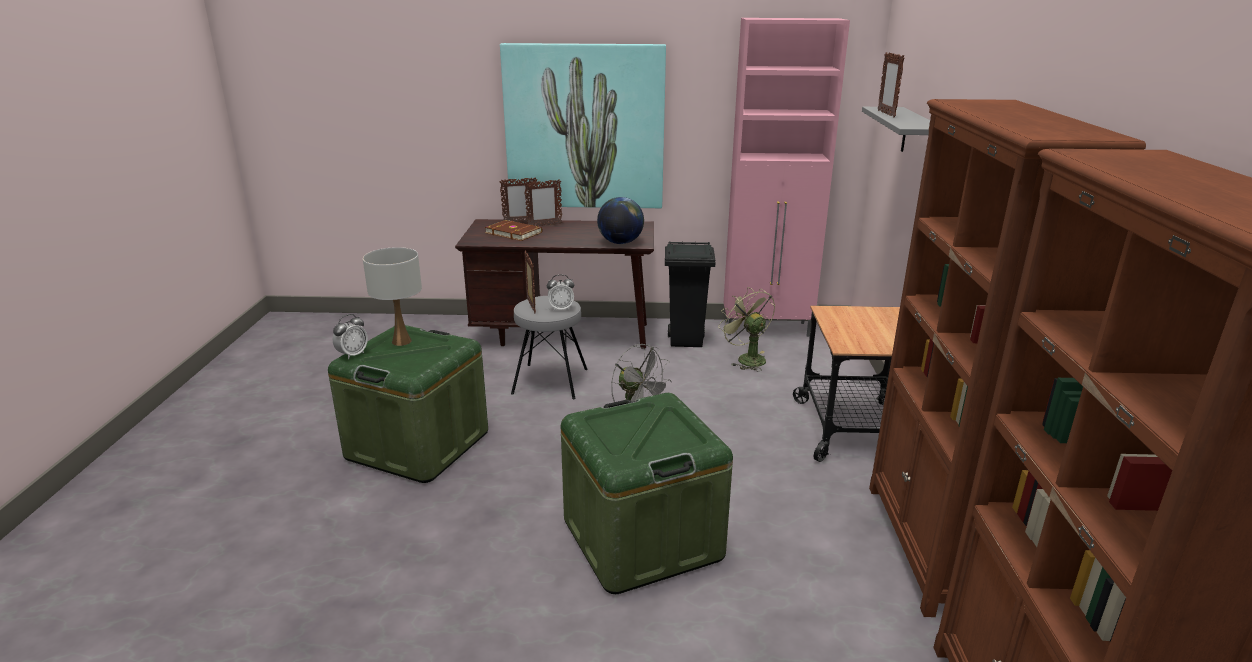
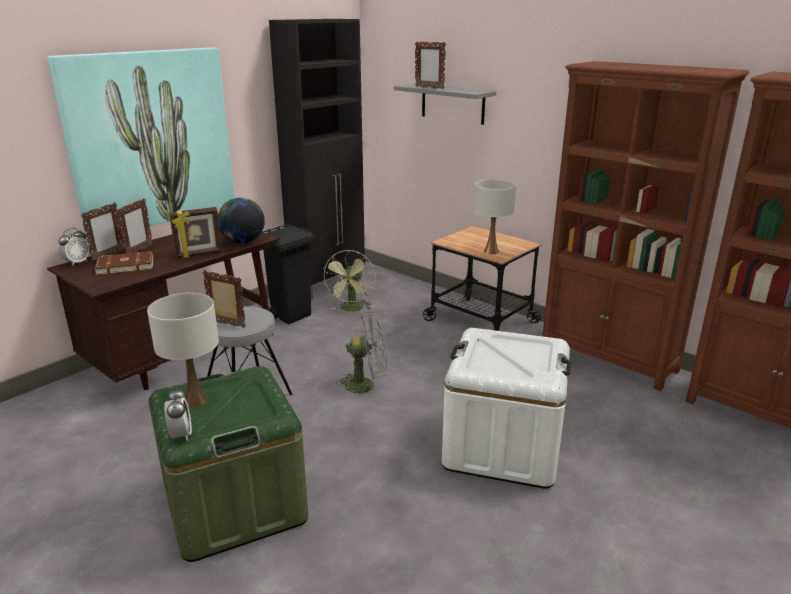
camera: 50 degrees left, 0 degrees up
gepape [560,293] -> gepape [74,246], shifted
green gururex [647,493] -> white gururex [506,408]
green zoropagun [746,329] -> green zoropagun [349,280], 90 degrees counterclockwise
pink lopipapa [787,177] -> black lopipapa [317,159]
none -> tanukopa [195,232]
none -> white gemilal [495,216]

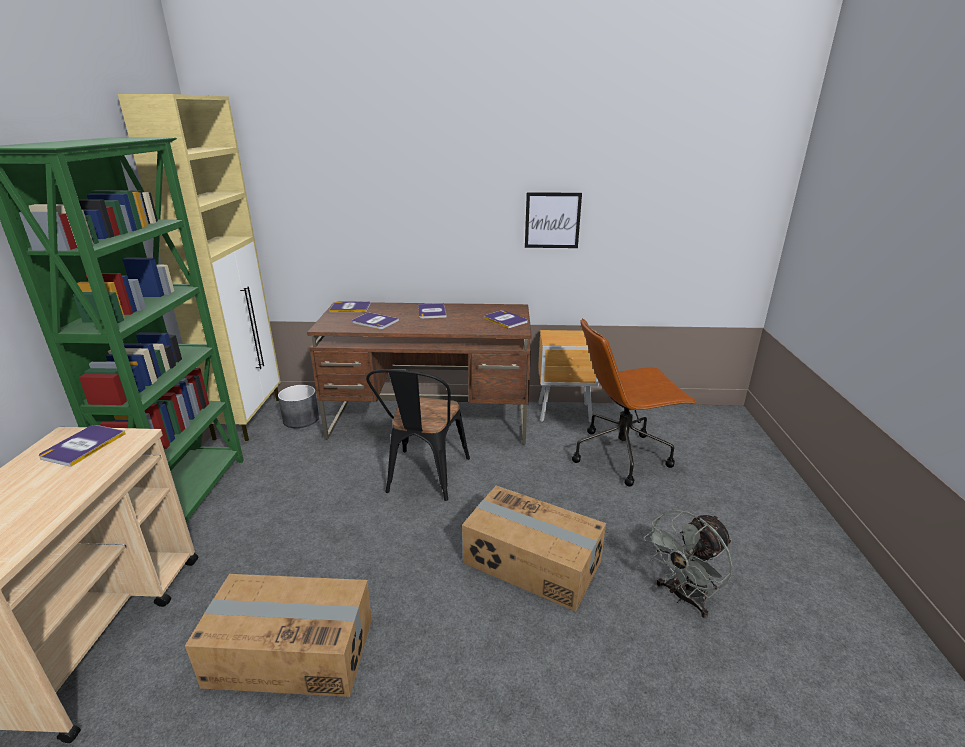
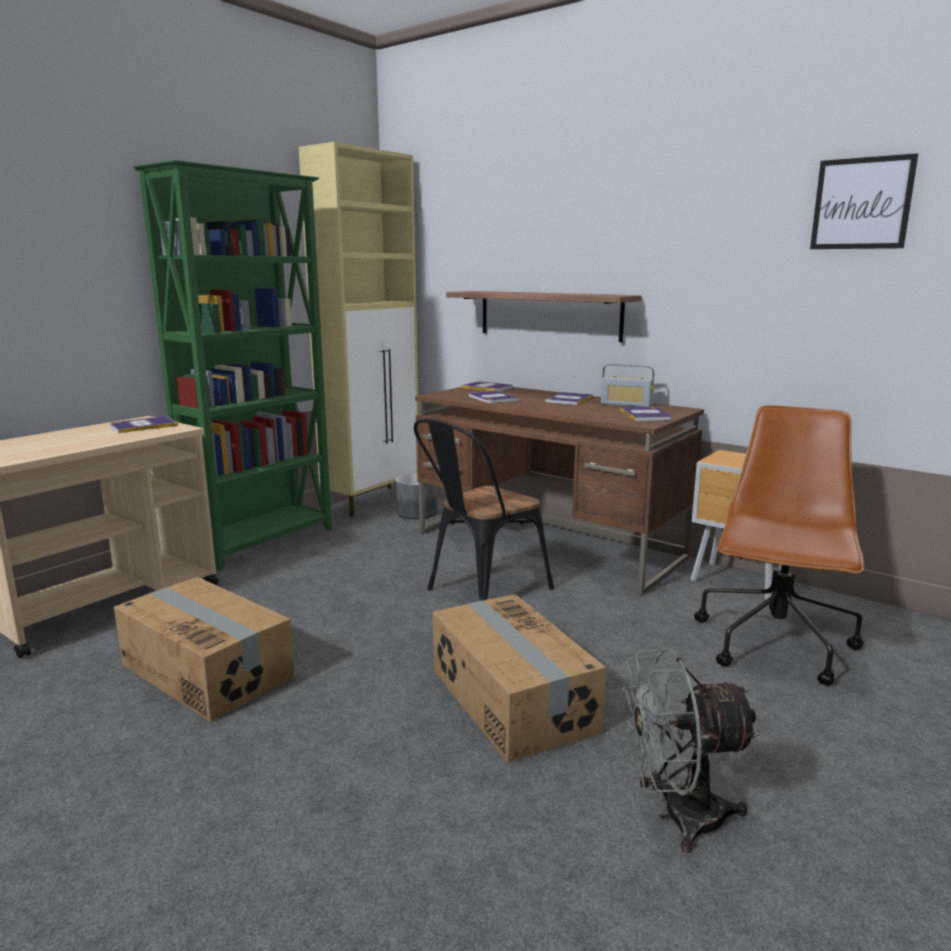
camera: 35 degrees right, 10 degrees down
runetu [553,220] -> runetu [864,201], shifted
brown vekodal [634,402] -> brown vekodal [779,545], 90 degrees clockwise
none -> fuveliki [544,316]
none -> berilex [627,385]

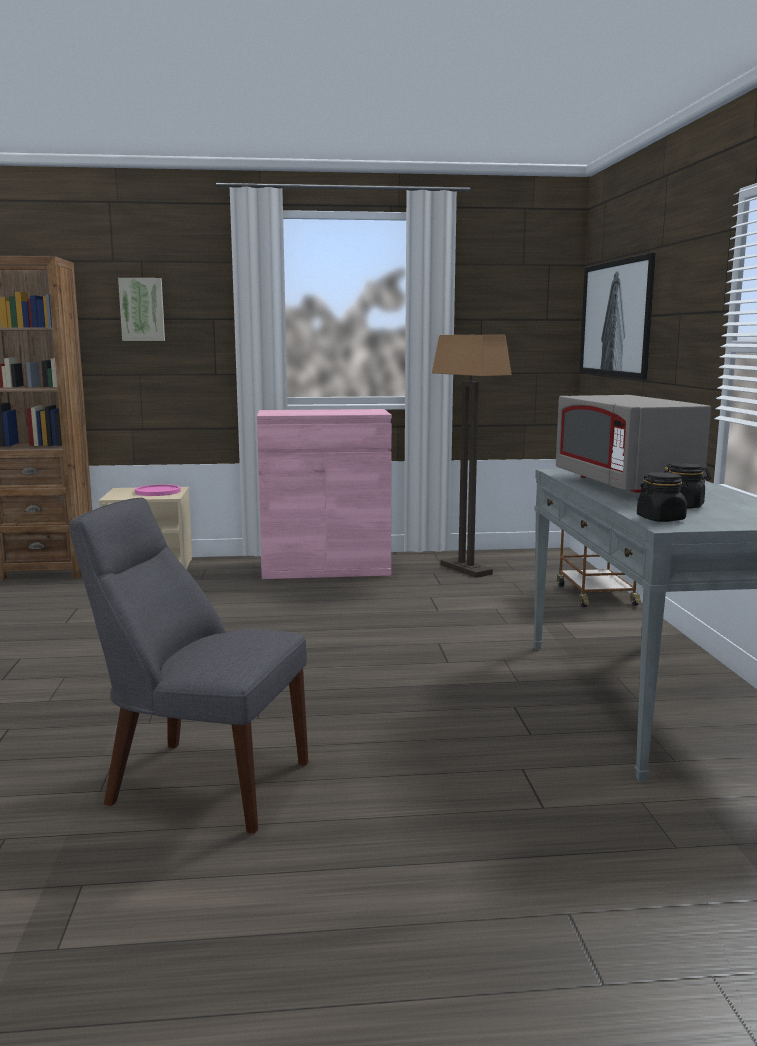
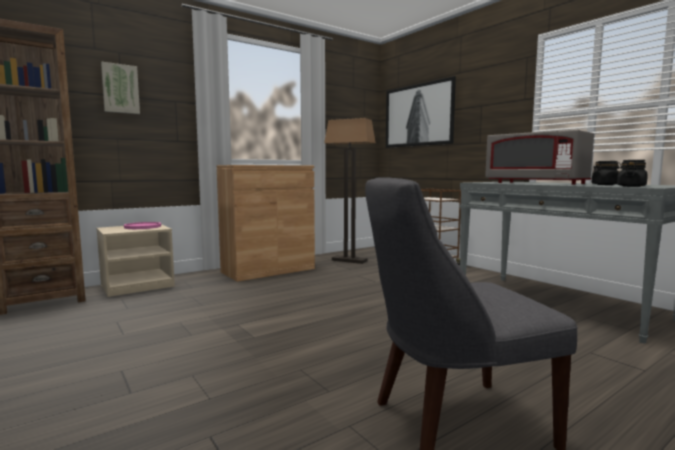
camera: 30 degrees left, 5 degrees down
pink lopipapa [324,494] -> brown lopipapa [266,223]

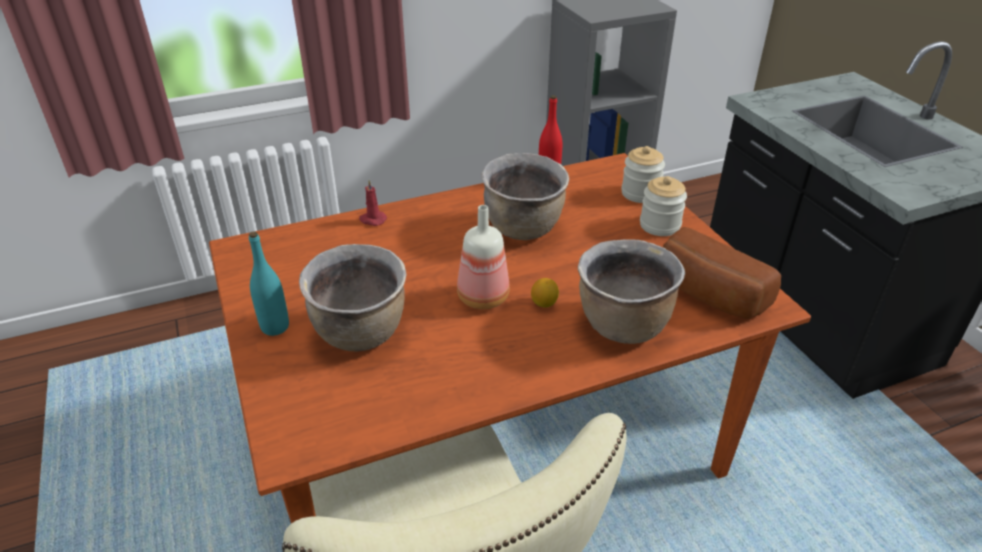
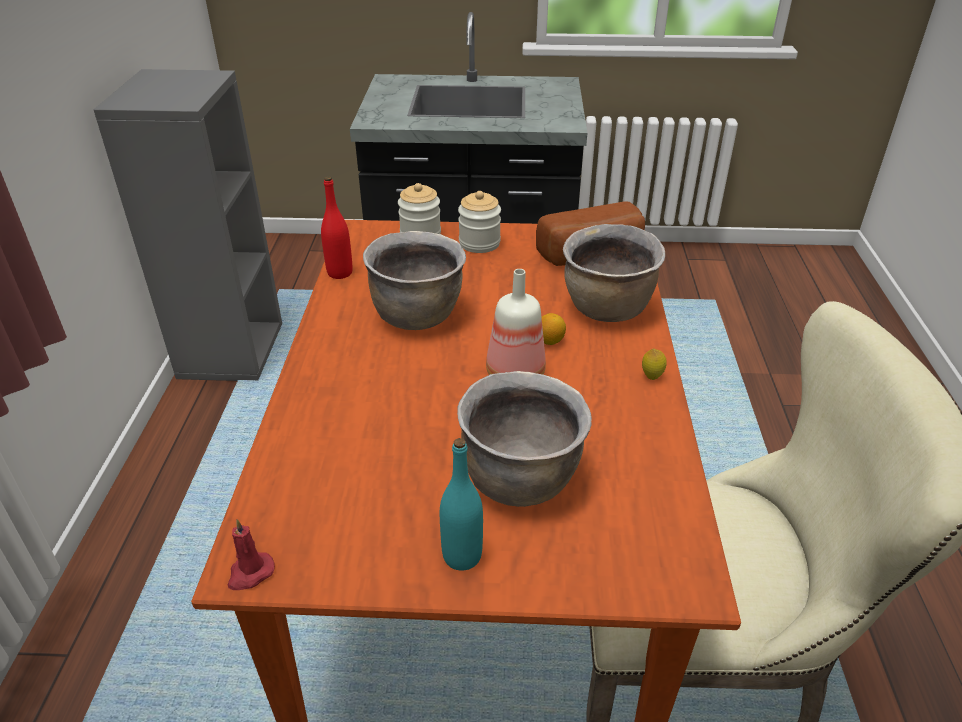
camera: 65 degrees left, 0 degrees up
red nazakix [373,203] -> red nazakix [251,554], shifted
none -> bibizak [654,364]

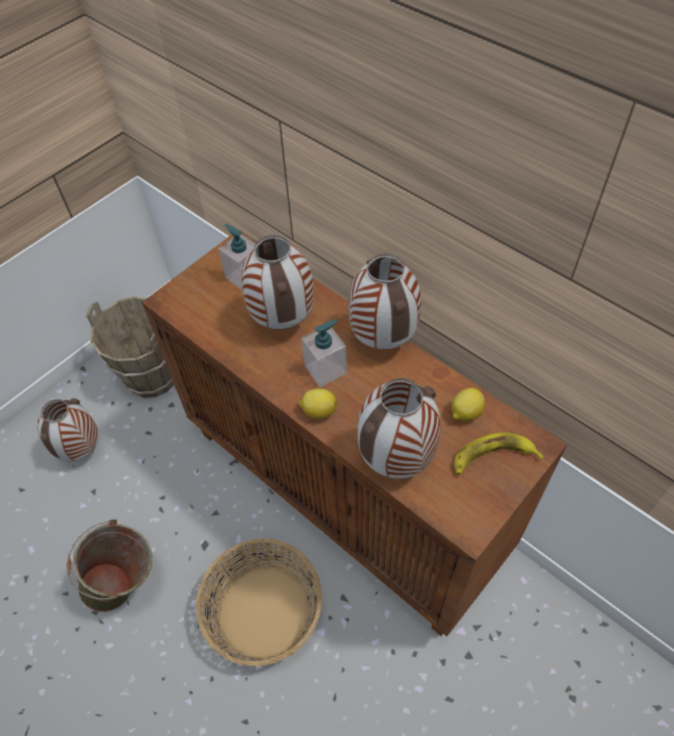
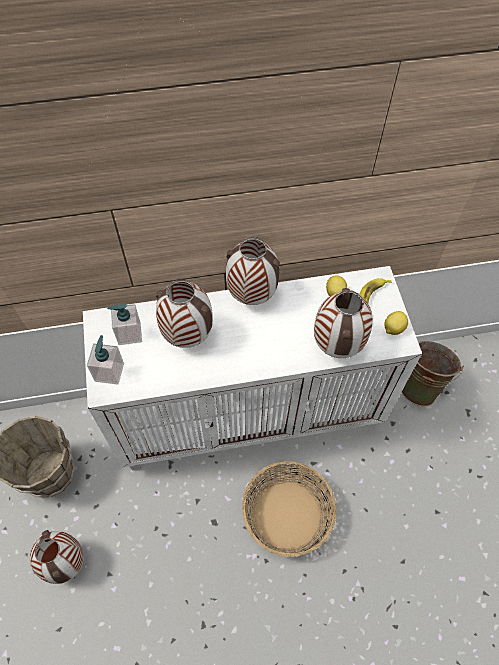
camera: 55 degrees left, 5 degrees up
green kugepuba [110,565] -> green kugepuba [433,373], shifted
brown lopipapa [354,432] -> white lopipapa [252,368]
bibizak [318,403] -> bibizak [396,323], shifted
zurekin [324,353] -> zurekin [105,360], shifted

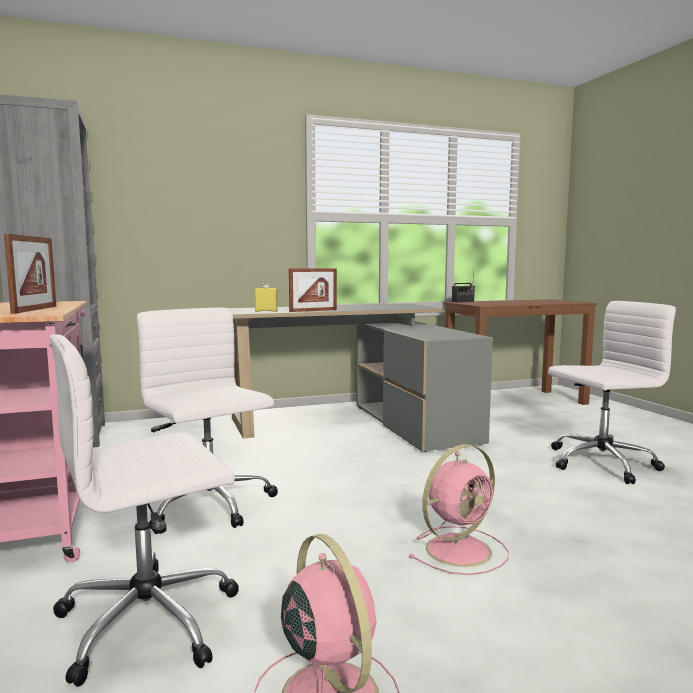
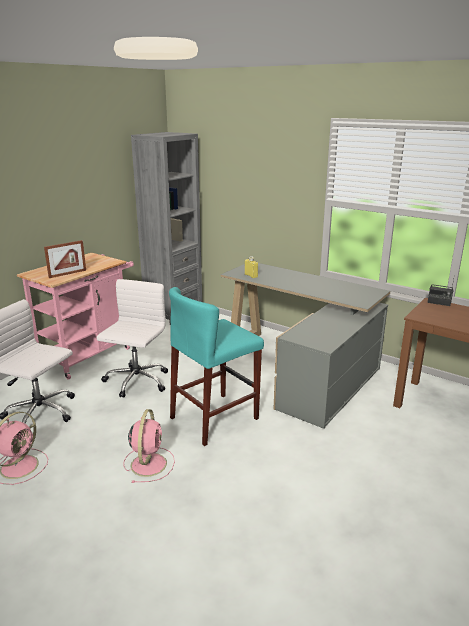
camera: 55 degrees right, 15 degrees up
tanukopa [313,290] -> none
pink zoropagun [459,509] -> pink zoropagun [149,446], 105 degrees counterclockwise
white vekodal [612,392] -> none
none -> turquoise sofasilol [216,366]

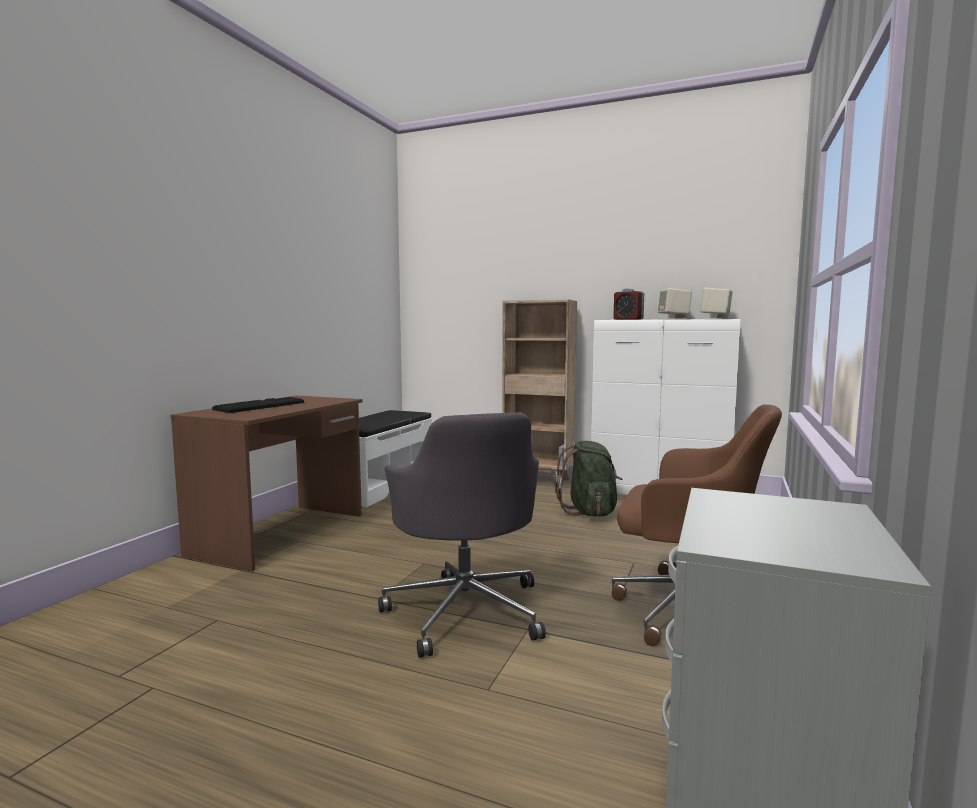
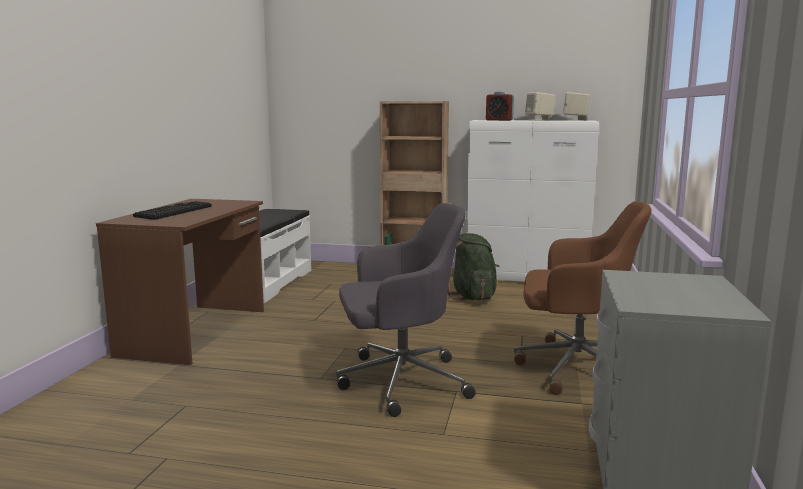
camera: 10 degrees left, 5 degrees up
grey vekodal [462,535] -> grey vekodal [406,310], 75 degrees counterclockwise

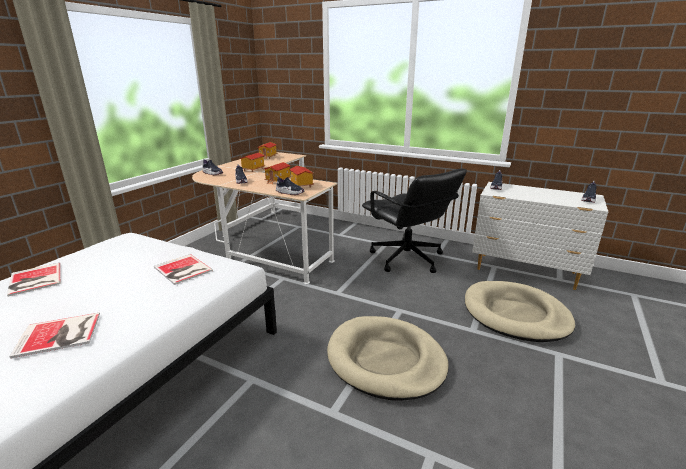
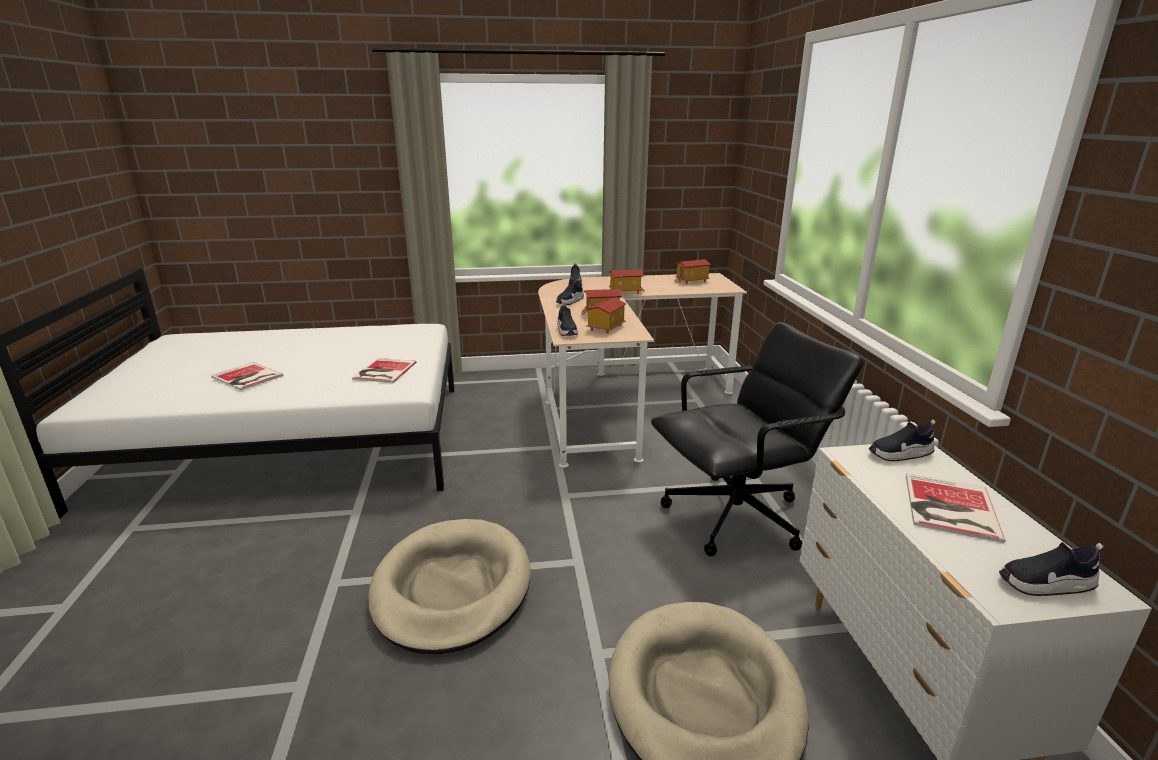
camera: 55 degrees right, 0 degrees up
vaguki [33,280] -> vaguki [956,508], shifted
black vekodal [414,220] -> black vekodal [757,439], 135 degrees counterclockwise

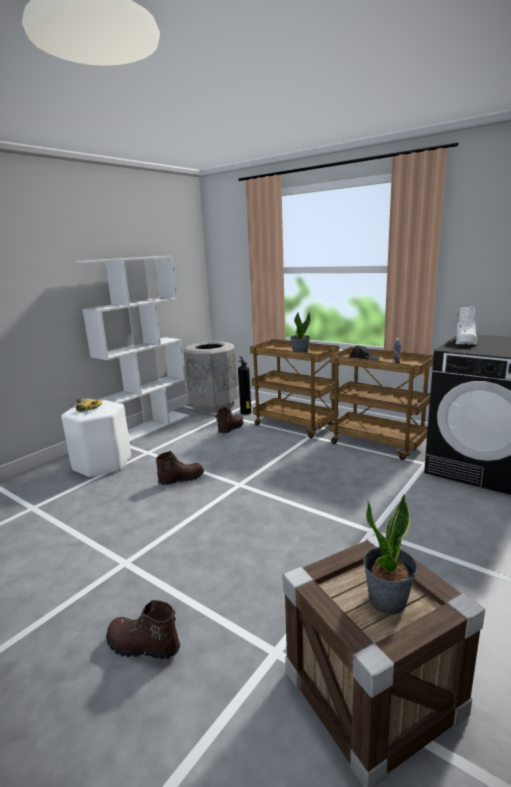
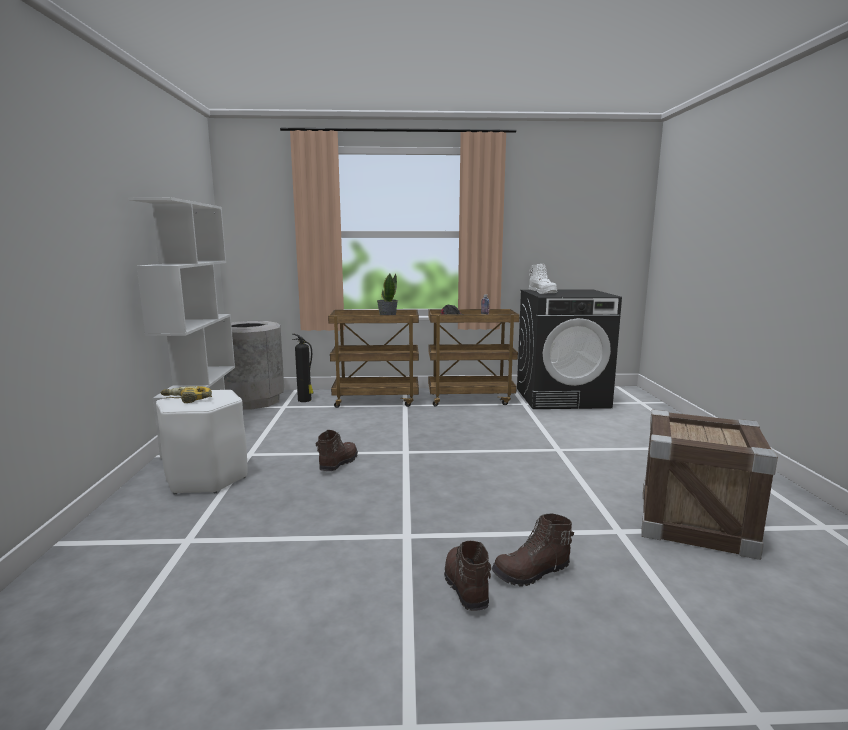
camera: 40 degrees left, 5 degrees down
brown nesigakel [229,420] -> brown nesigakel [467,576], shifted
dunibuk [390,554] -> none

